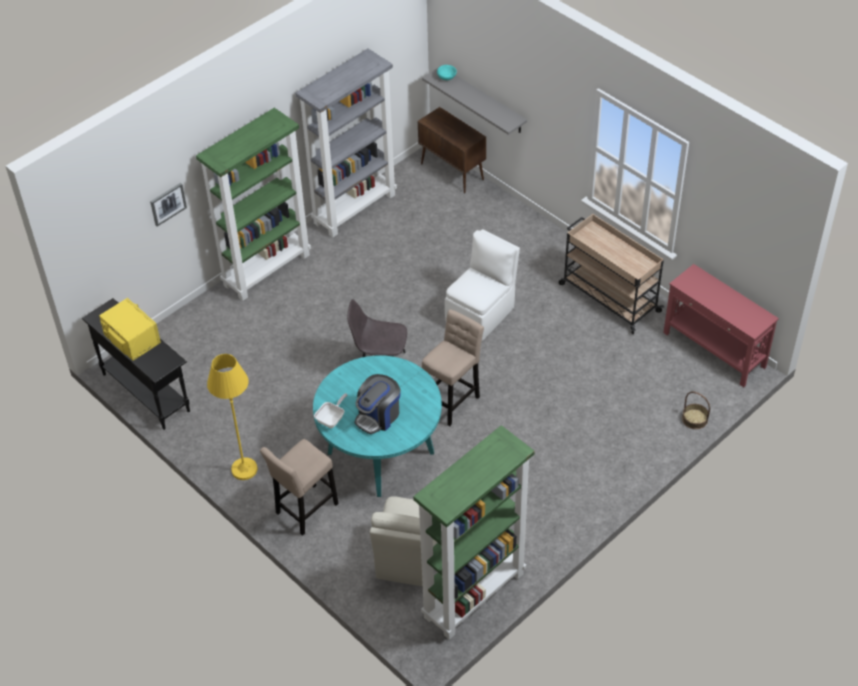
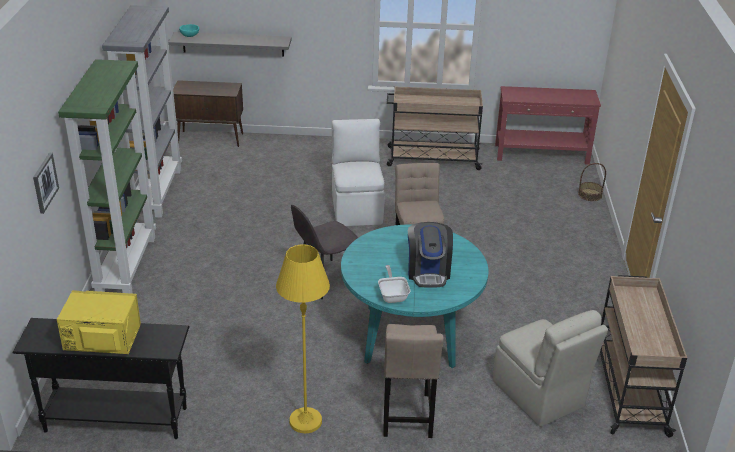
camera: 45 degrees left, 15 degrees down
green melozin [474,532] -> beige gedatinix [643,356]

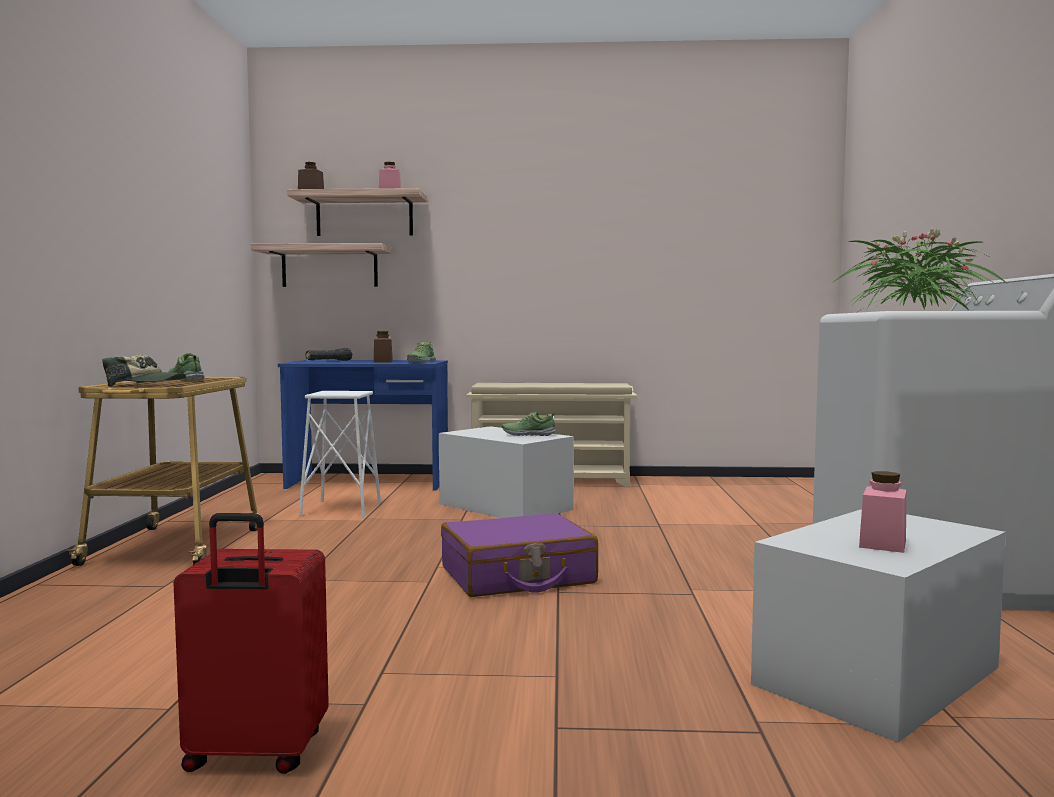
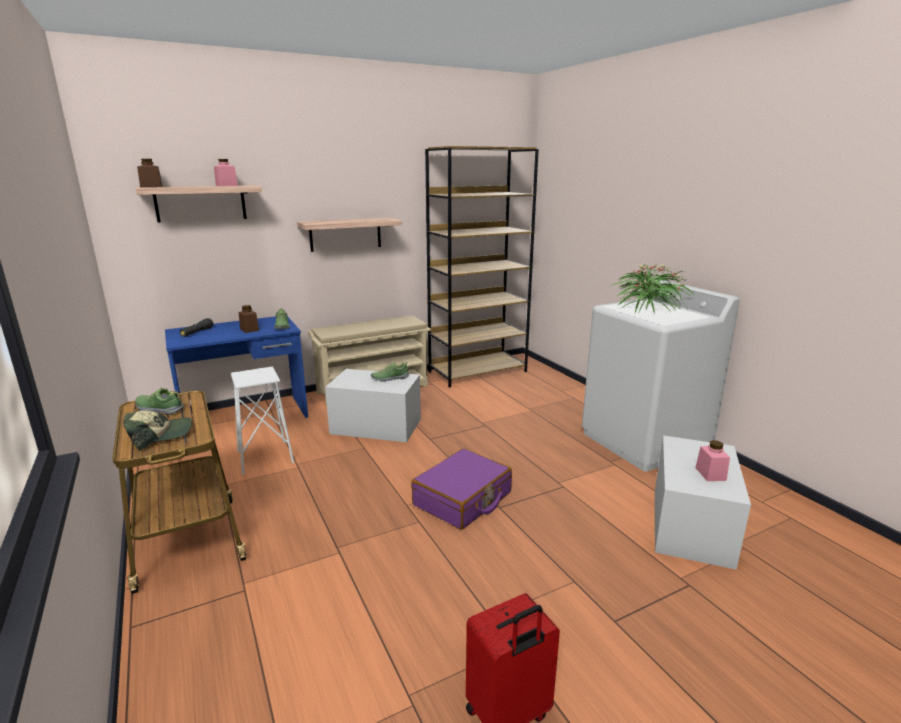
camera: 30 degrees left, 15 degrees up
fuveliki [321,265] -> fuveliki [349,235], shifted
none -> brown melozin [482,267]

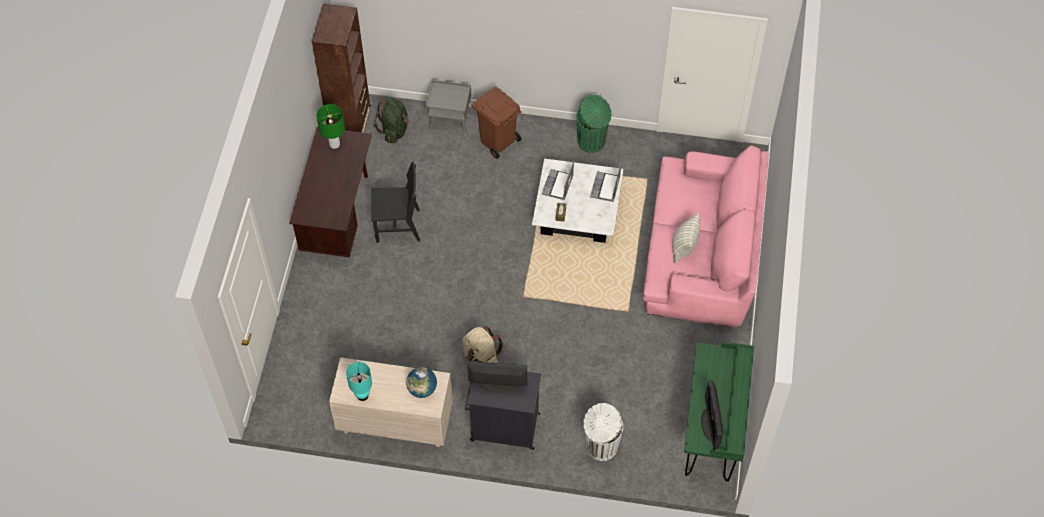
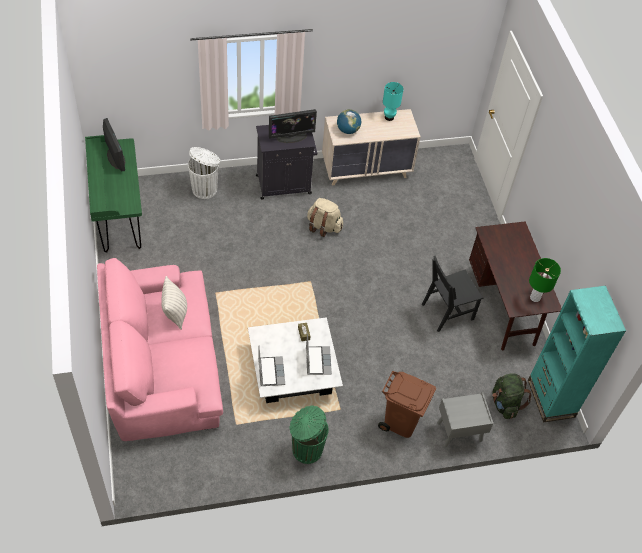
camera: 155 degrees right, 5 degrees down
brown melozin [341,68] -> turquoise melozin [577,354]

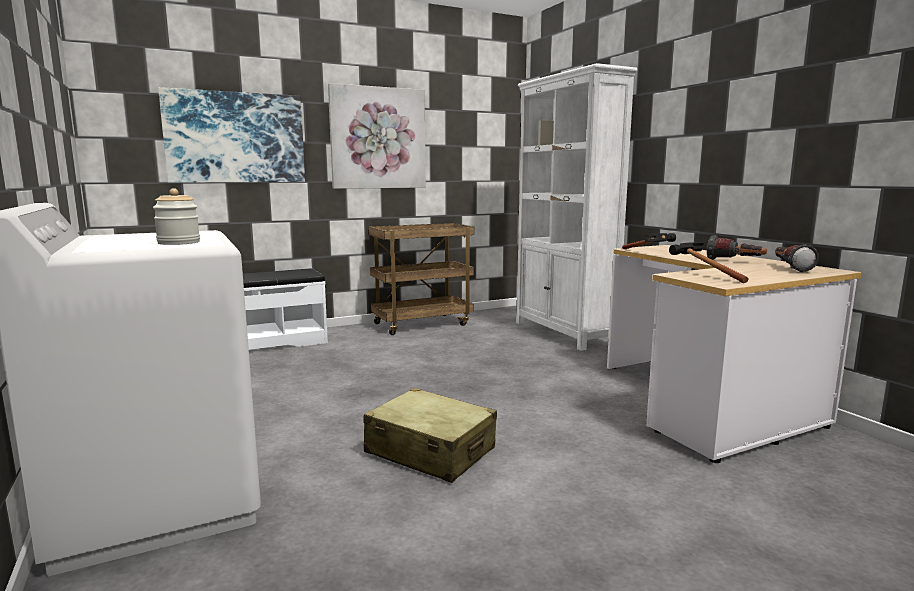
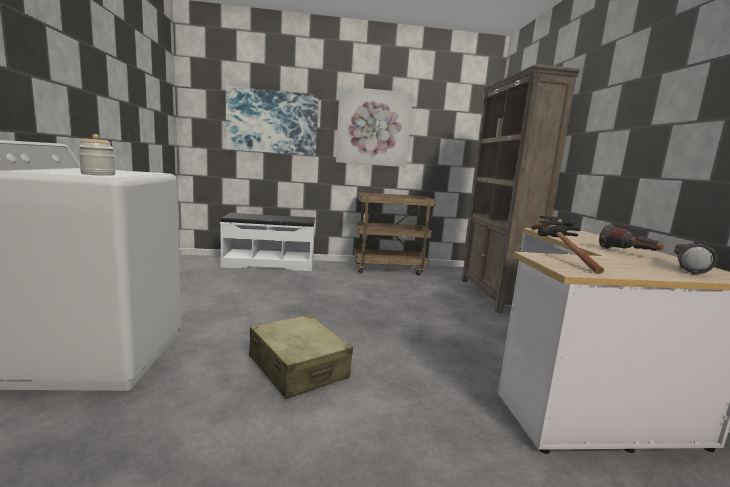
camera: 20 degrees right, 0 degrees up
white melozin [576,207] -> brown melozin [521,188]

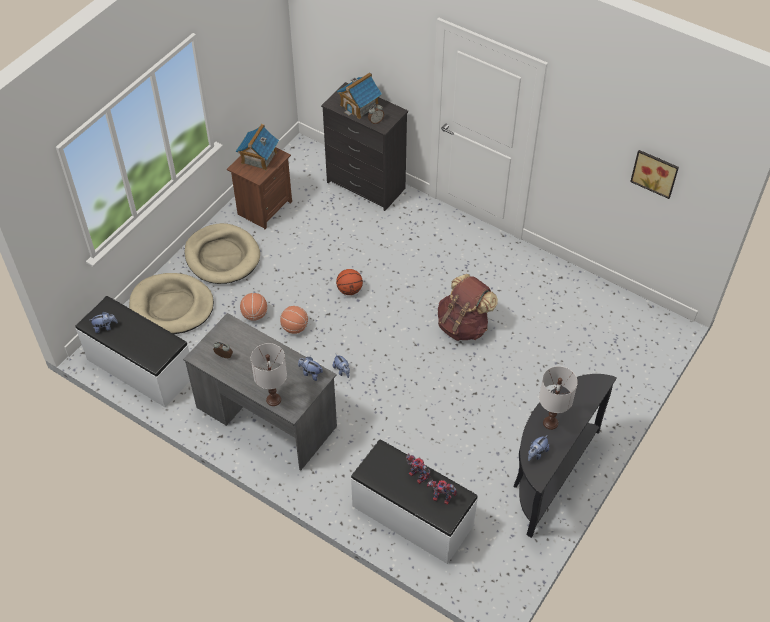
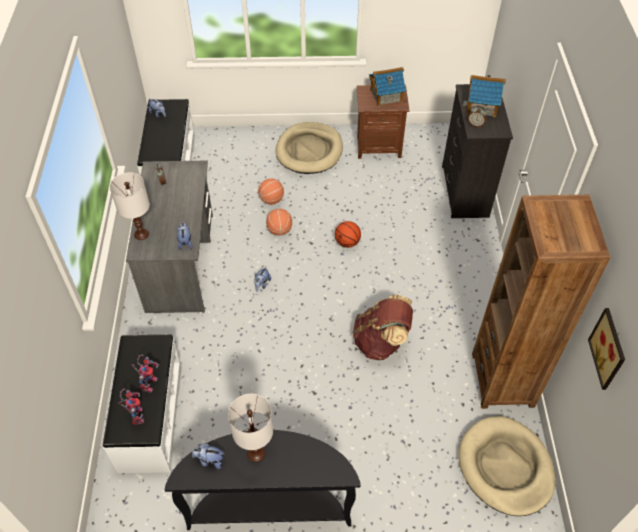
camera: 55 degrees right, 0 degrees up
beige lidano [171,303] -> beige lidano [506,466], shifted
none -> brown melozin [541,302]

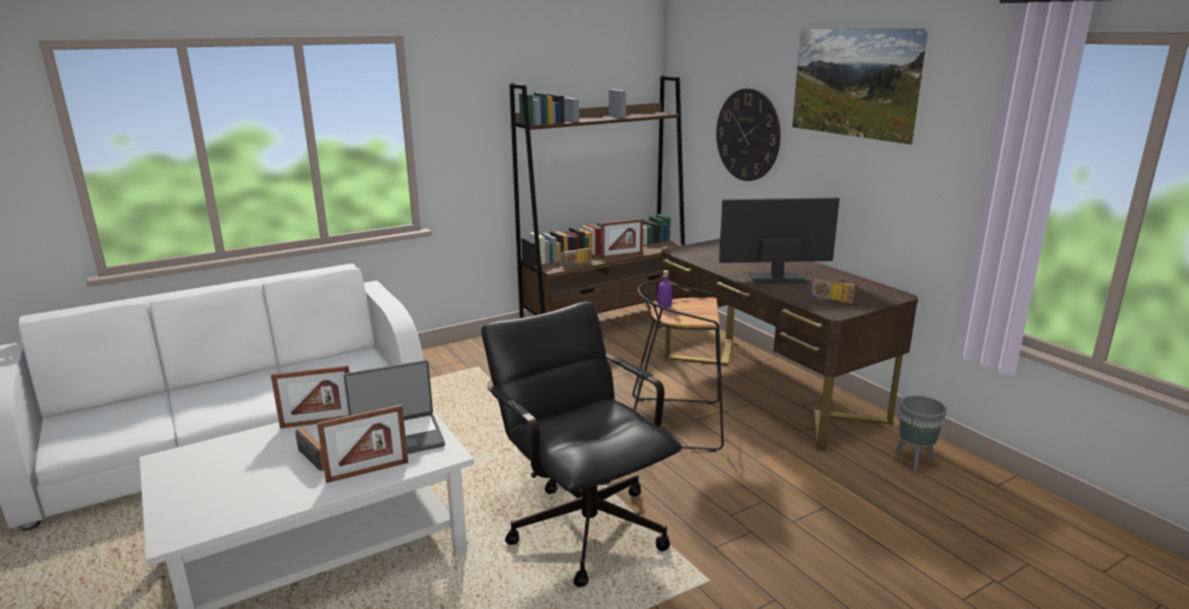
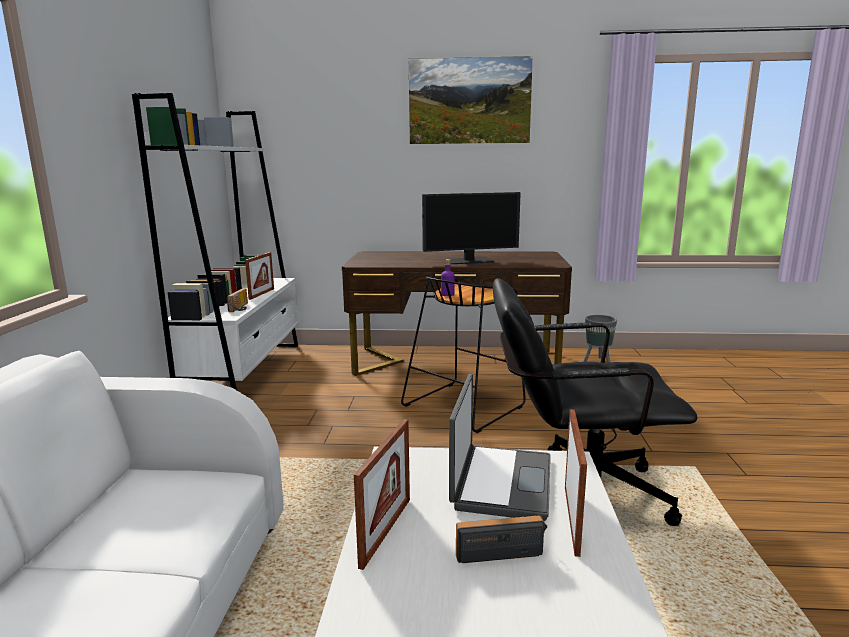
camera: 55 degrees left, 5 degrees down
brown melozin [597,197] -> white melozin [215,241]
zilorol [748,134] -> none
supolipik [779,241] -> supolipik [471,228], 135 degrees counterclockwise
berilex [832,290] -> none

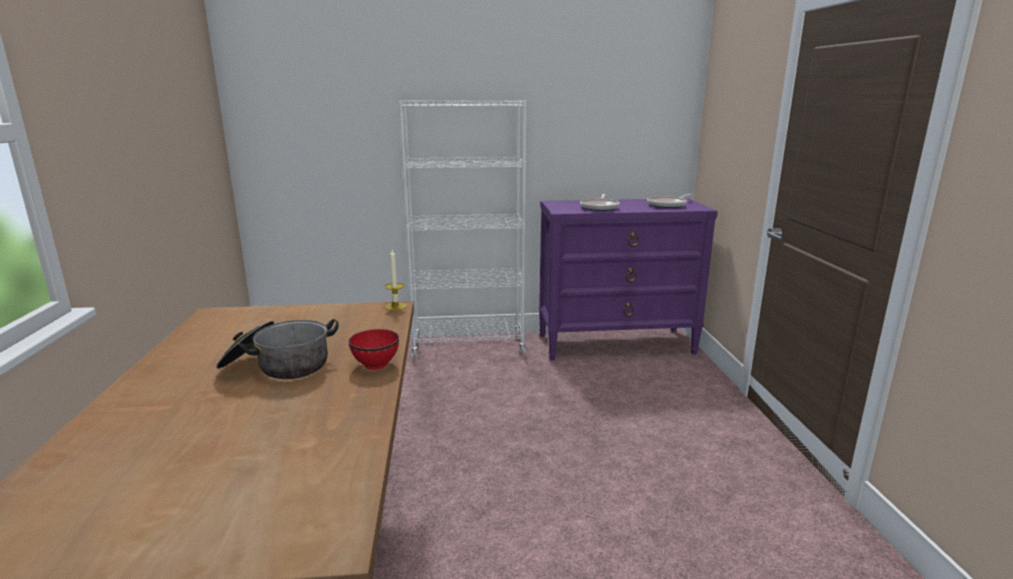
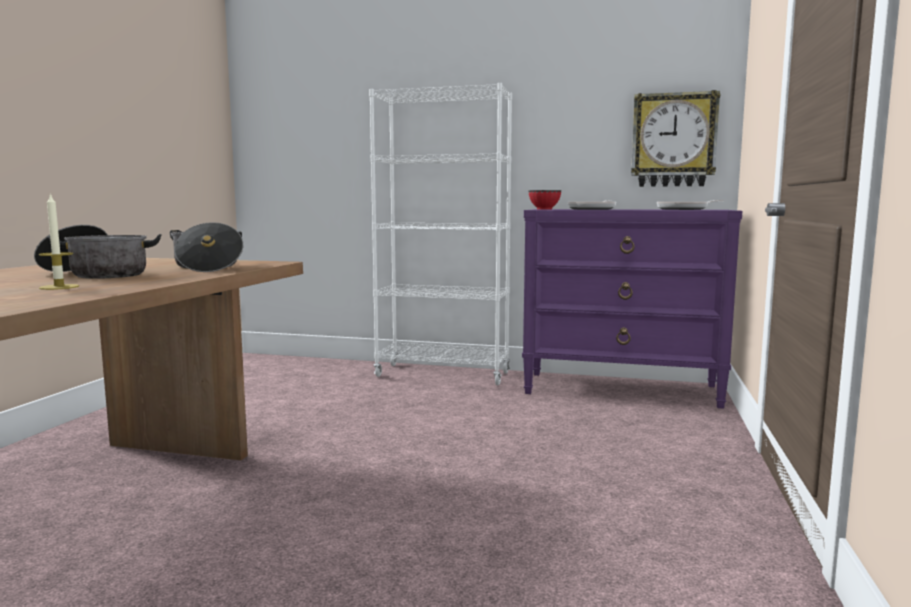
camera: 20 degrees right, 10 degrees down
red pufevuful [373,349] -> red pufevuful [545,200], shifted
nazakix [396,280] -> nazakix [59,241], shifted
none -> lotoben [206,247]
none -> zilorol [675,138]

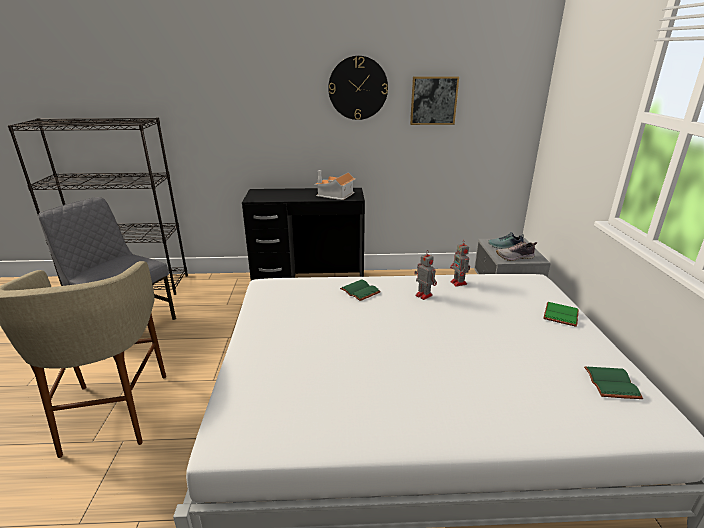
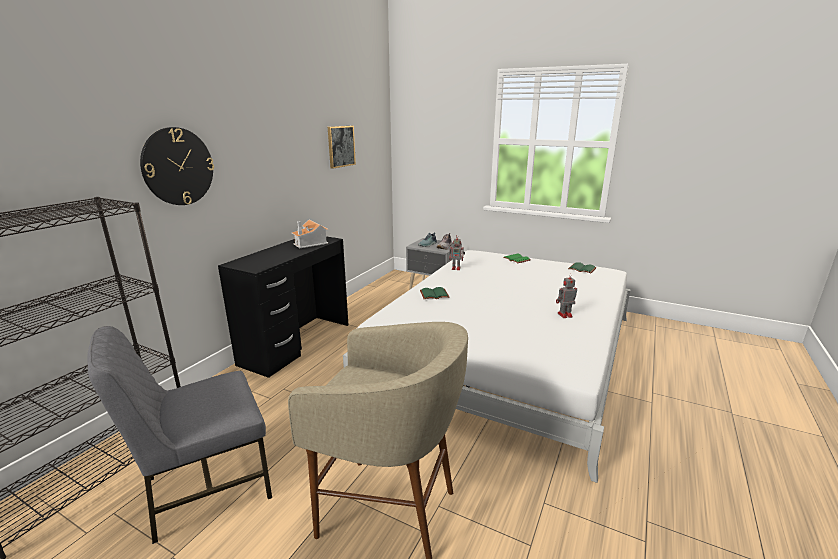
camera: 60 degrees left, 5 degrees down
zilorol [358,88] -> zilorol [177,166], shifted
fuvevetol [425,275] -> fuvevetol [566,295], shifted

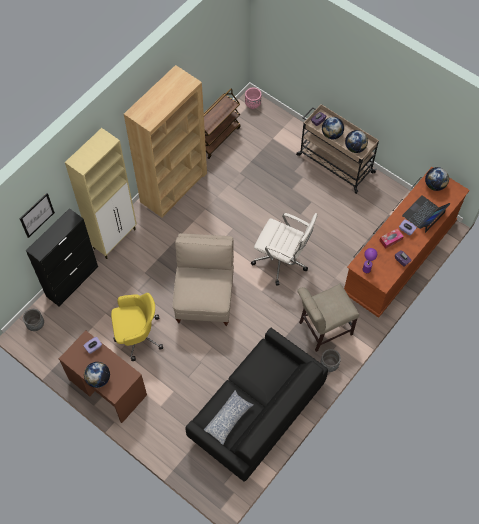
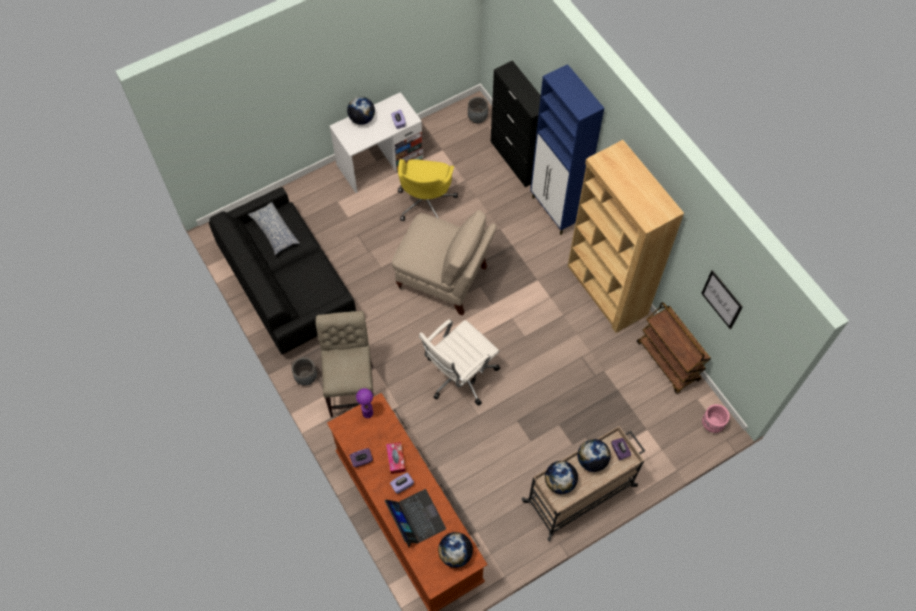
camera: 110 degrees right, 0 degrees up
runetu [37,215] -> runetu [722,299], shifted
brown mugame [103,376] -> white mugame [376,142]
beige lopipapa [101,193] -> blue lopipapa [567,149]

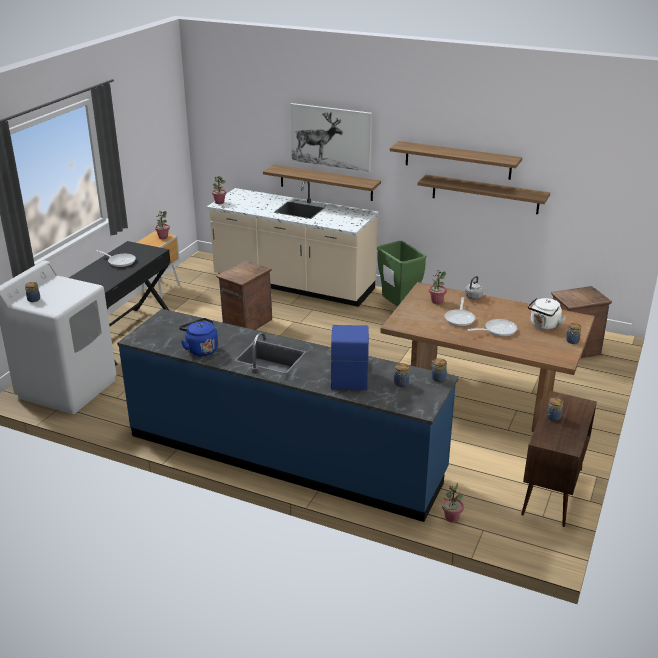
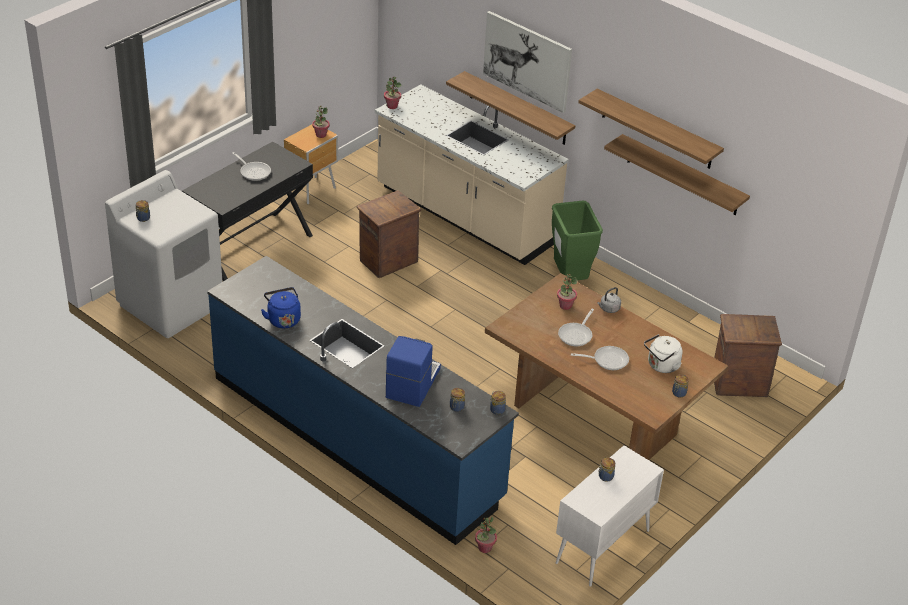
camera: 15 degrees right, 10 degrees up
brown lopipapa [559,459] -> white lopipapa [610,516]

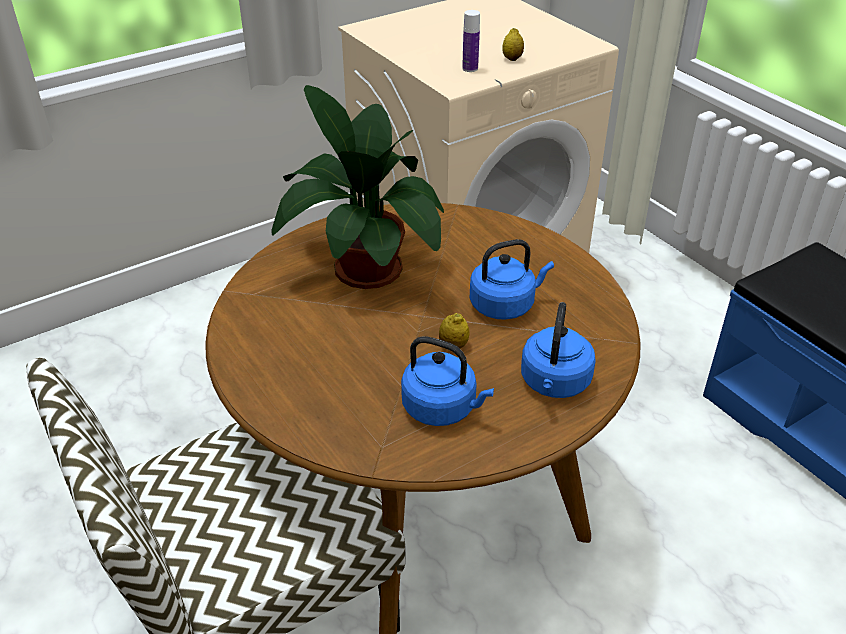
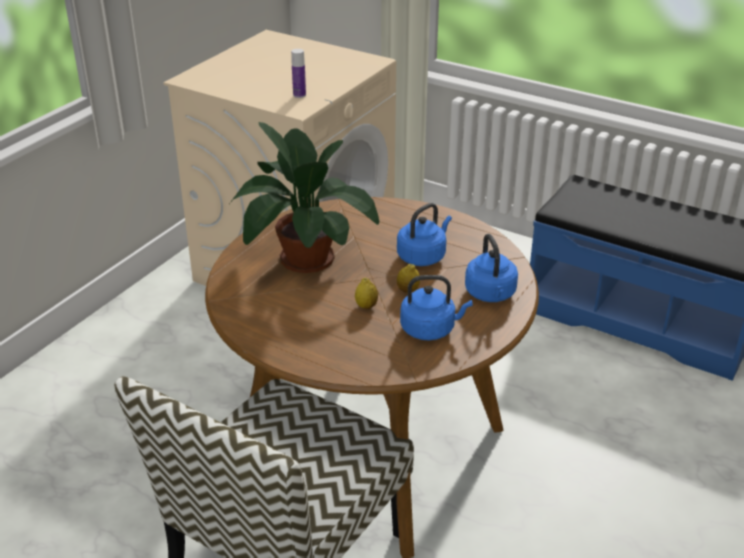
camera: 25 degrees left, 5 degrees down
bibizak [513,44] -> bibizak [366,293], shifted

